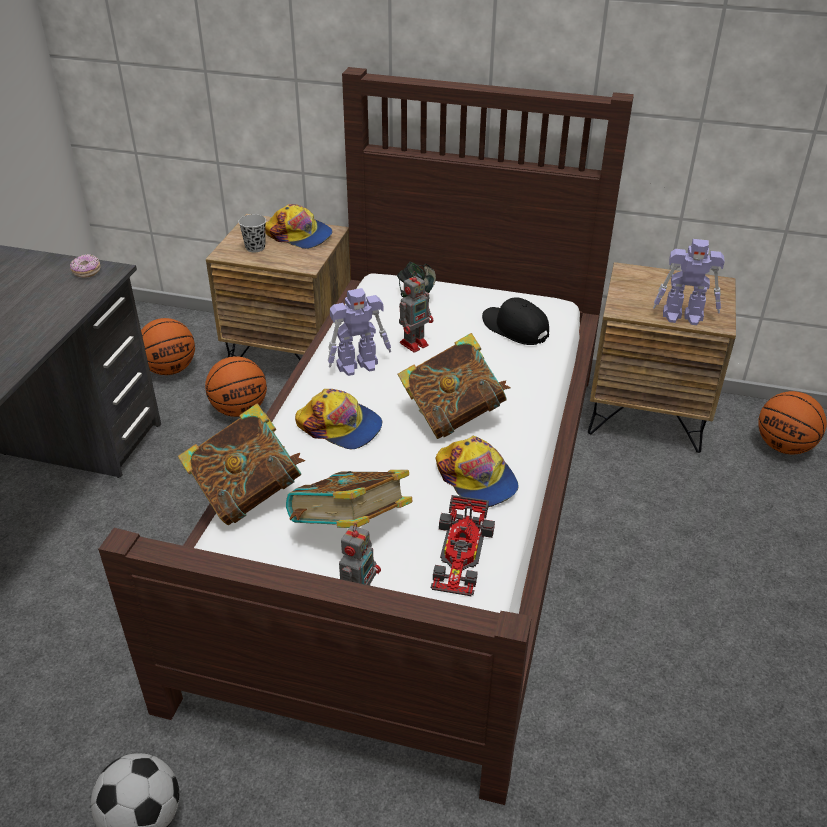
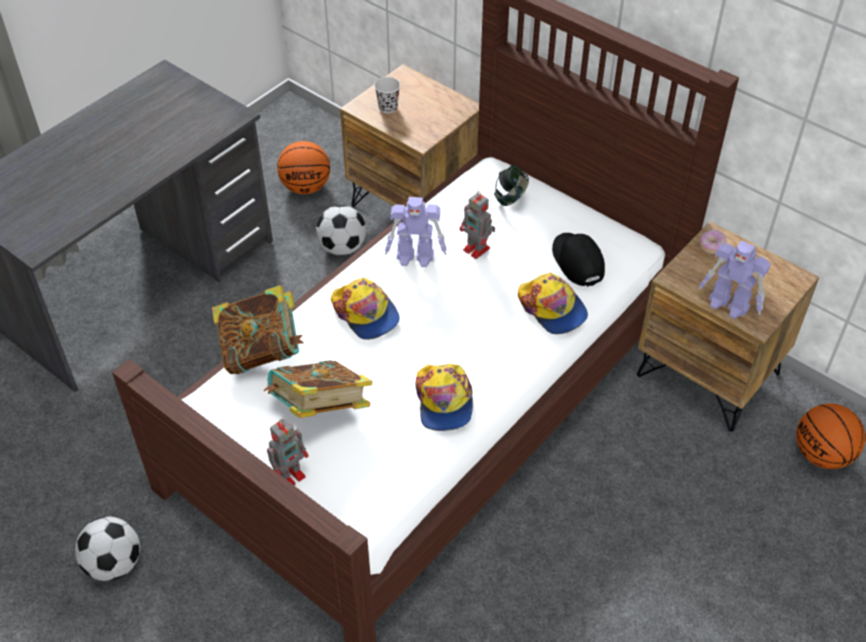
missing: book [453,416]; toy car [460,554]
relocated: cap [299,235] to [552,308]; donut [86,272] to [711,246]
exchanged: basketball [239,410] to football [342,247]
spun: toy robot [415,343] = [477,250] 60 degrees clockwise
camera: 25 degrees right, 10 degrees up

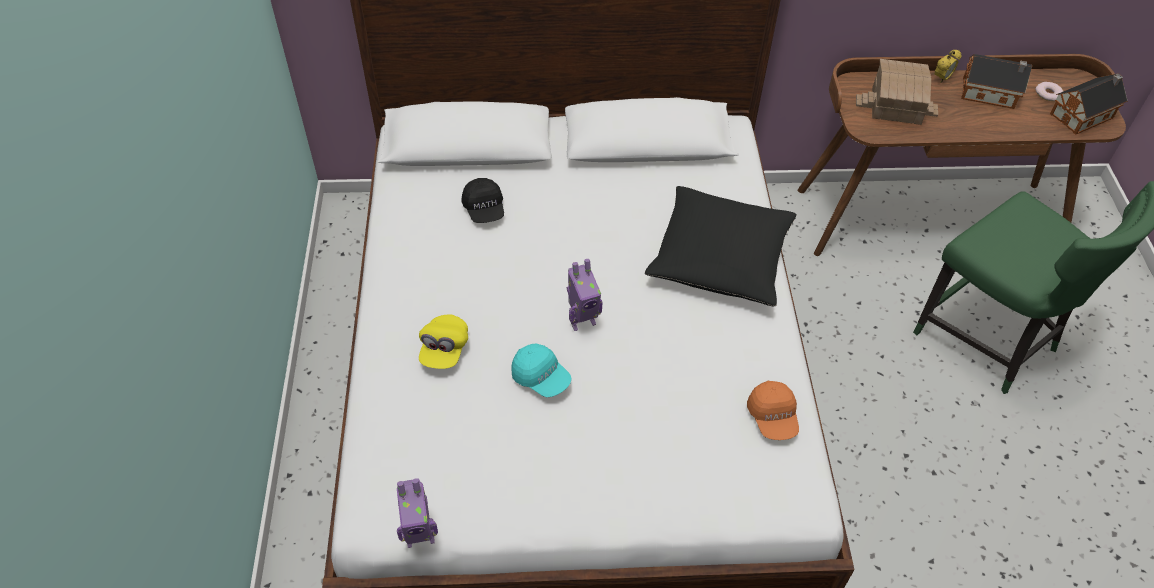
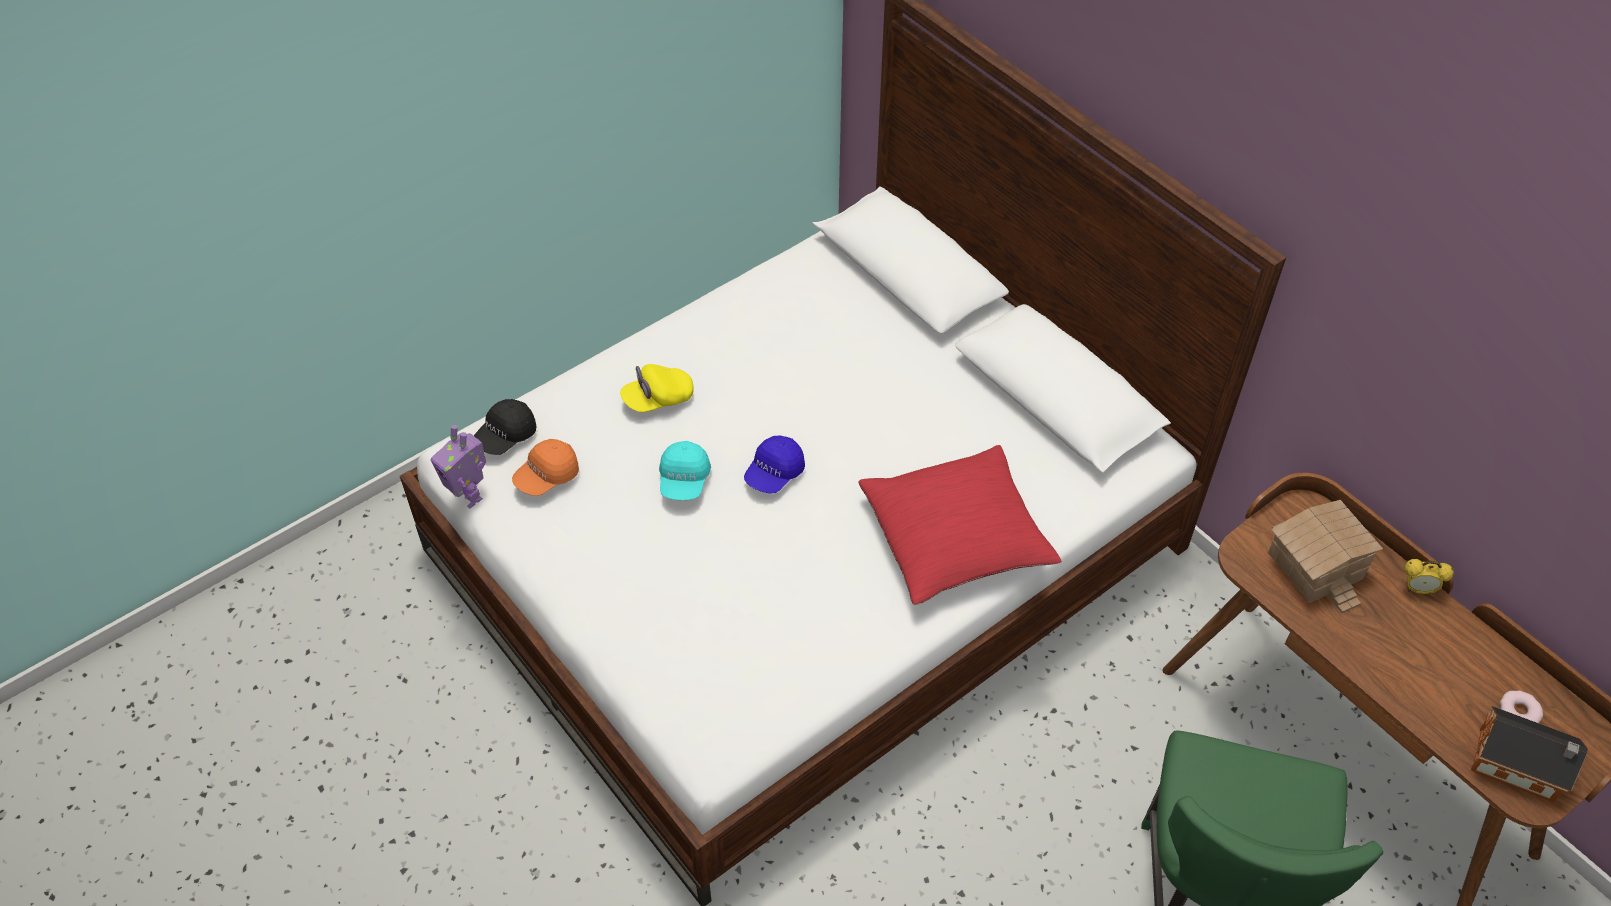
missing: toy house [990,94]
relocated: black cap [484,209] to [506,436]; orange cap [772,417] to [547,476]
exchanged: toy robot [582,321] to blue cap [774,473]
colour: black pillow [720,258] to red pillow [956,537]
camera: 55 degrees right, 0 degrees up

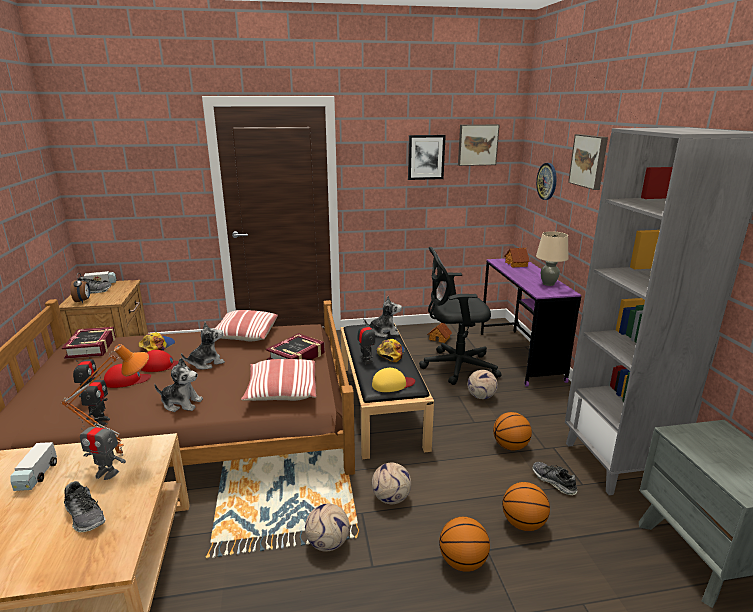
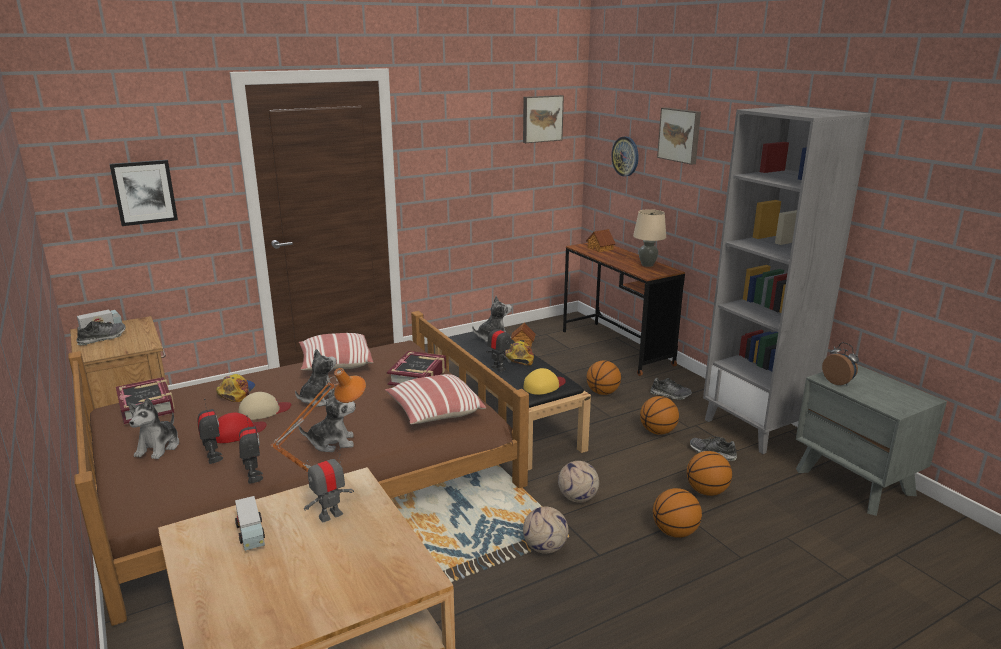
missing: black office chair [455,367]
appeared: plush toy [159,447]
relocated: picture [426,157] to [144,192]; shoe [85,516] to [670,395]; alarm clock [83,301] to [838,382]
exchanged: football [480,396] to basketball [602,392]
colour: red cap [160,365] to beige cap [264,411]; purple desk [520,356] to brown desk [616,348]
spun: toy robot [107,473] = [330,515] 150 degrees clockwise
camera: 20 degrees left, 0 degrees up

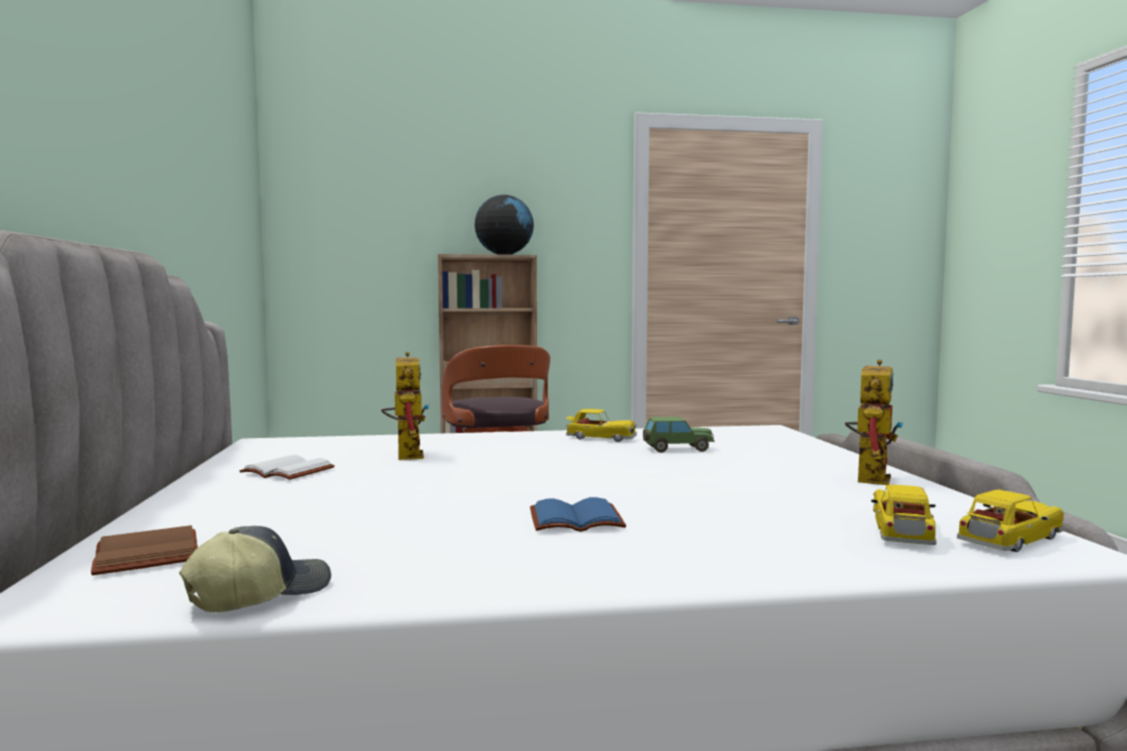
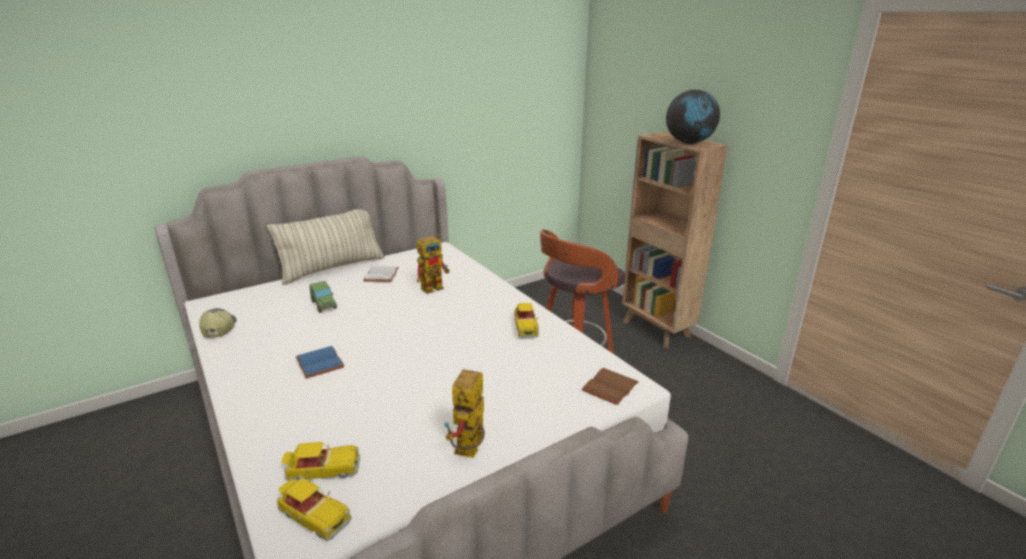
appeared: pillow [333,268]
relocated: toy car [677,449] to [324,304]; brown book [144,554] to [609,386]
spun: cap [259,594] = [219,328] 120 degrees counterclockwise; toy robot [869,476] = [470,452] 105 degrees clockwise
camera: 65 degrees right, 20 degrees up

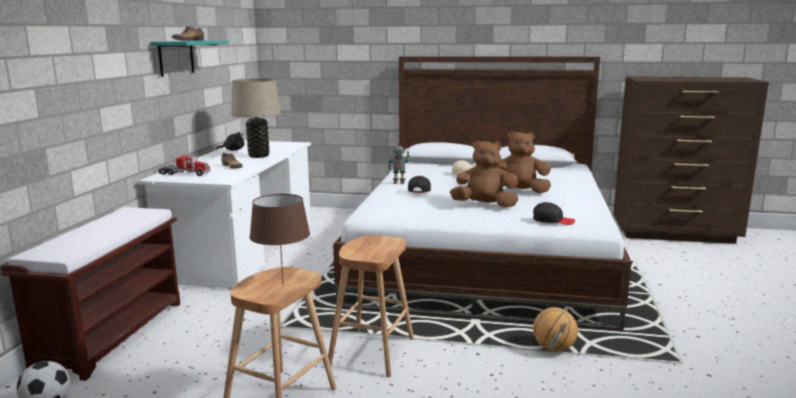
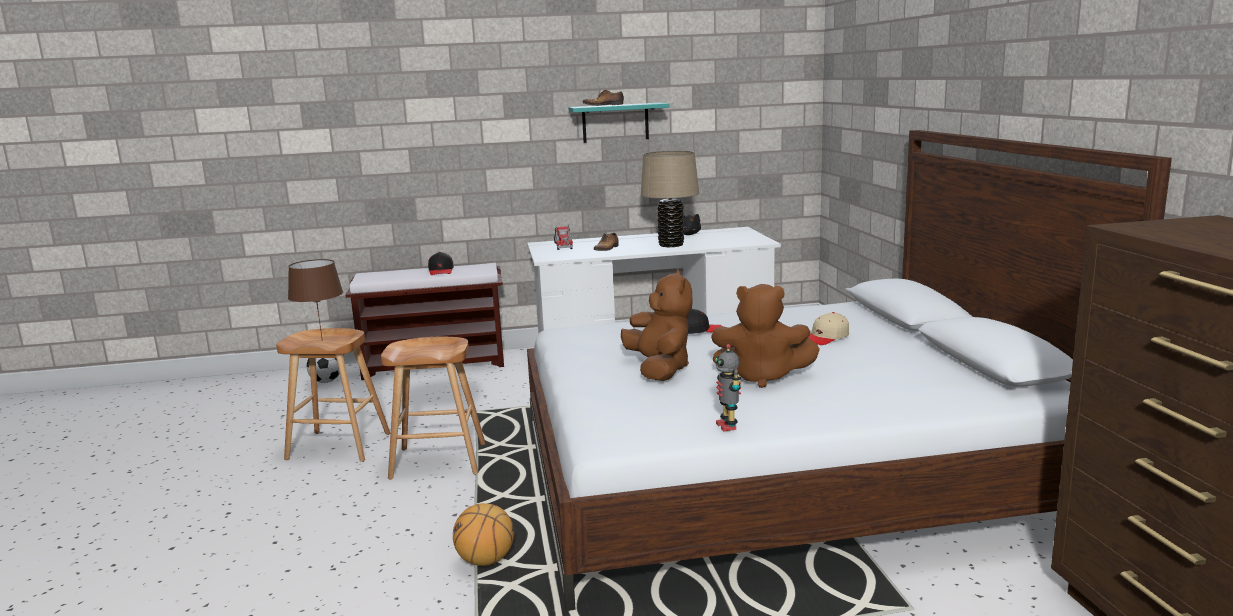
relocated: black cap [552,221] to [441,271]; toy robot [399,182] to [728,426]
spun: brown plush toy [519,192] = [762,377] 120 degrees clockwise
camera: 70 degrees right, 0 degrees up

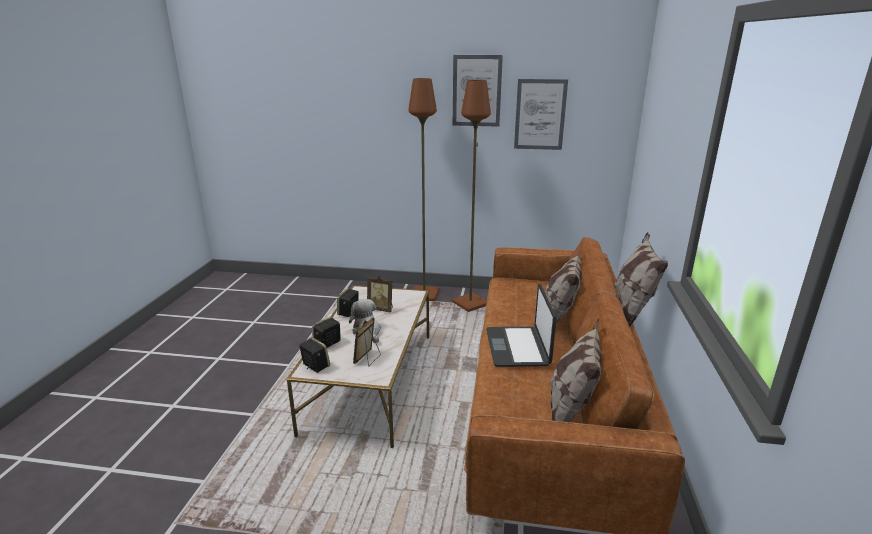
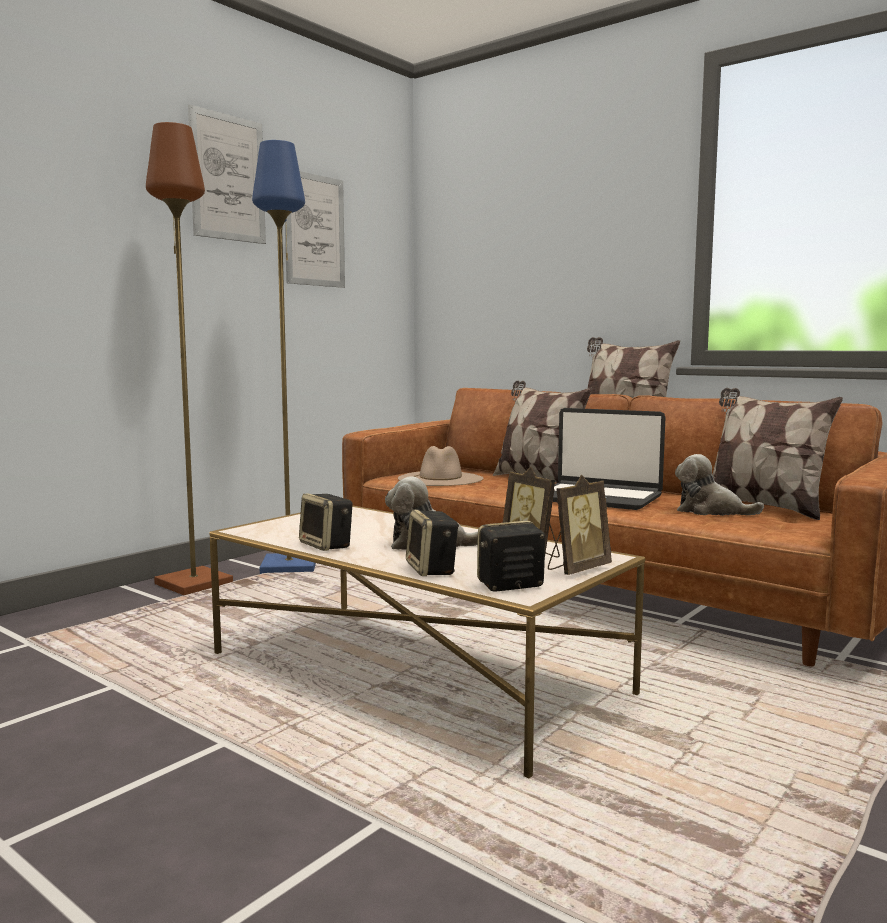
appeared: beige hat [440,478]; plush toy [710,511]
relocated: picture frame [381,309] to [577,569]
colour: brown floor lamp [471,303] to blue floor lamp [290,566]
camera: 60 degrees left, 15 degrees down

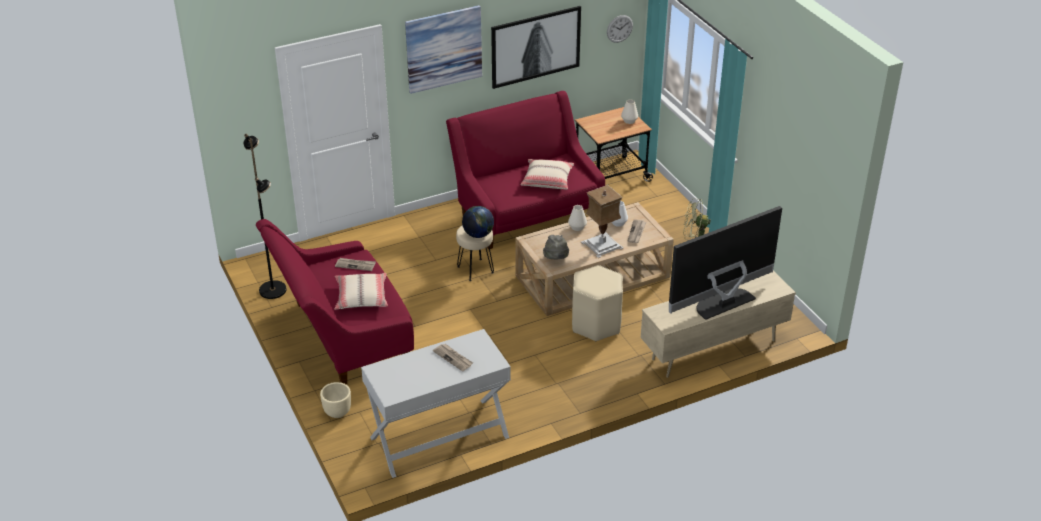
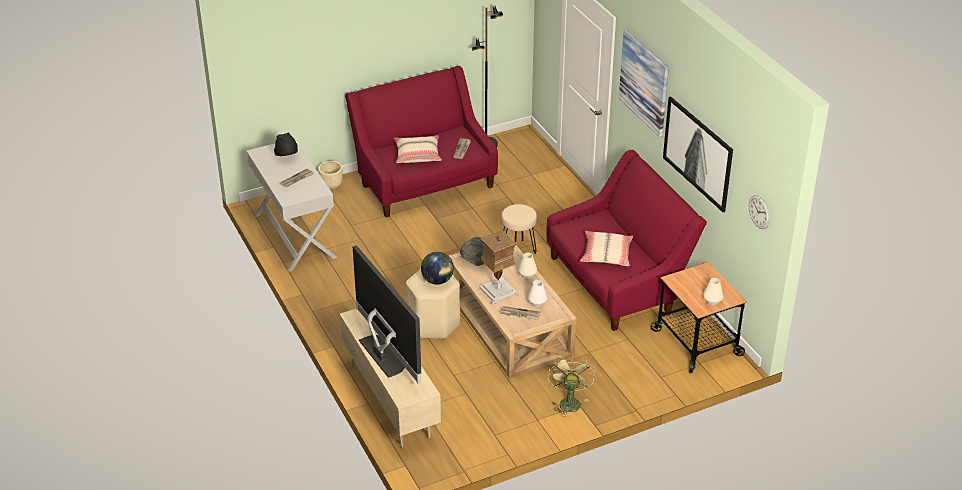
appeared: black hat [287,156]
relocated: globe [478,235] to [437,281]
camera: 90 degrees right, 0 degrees up

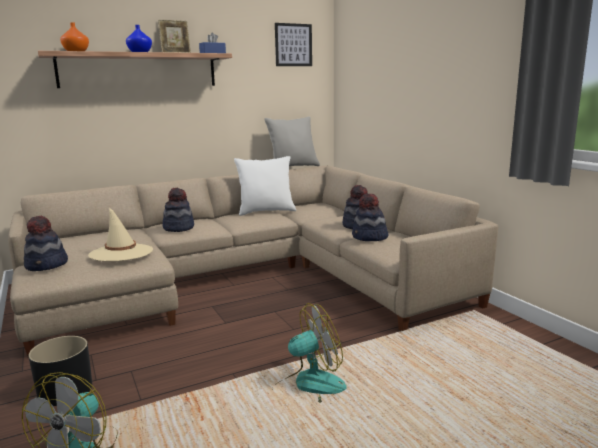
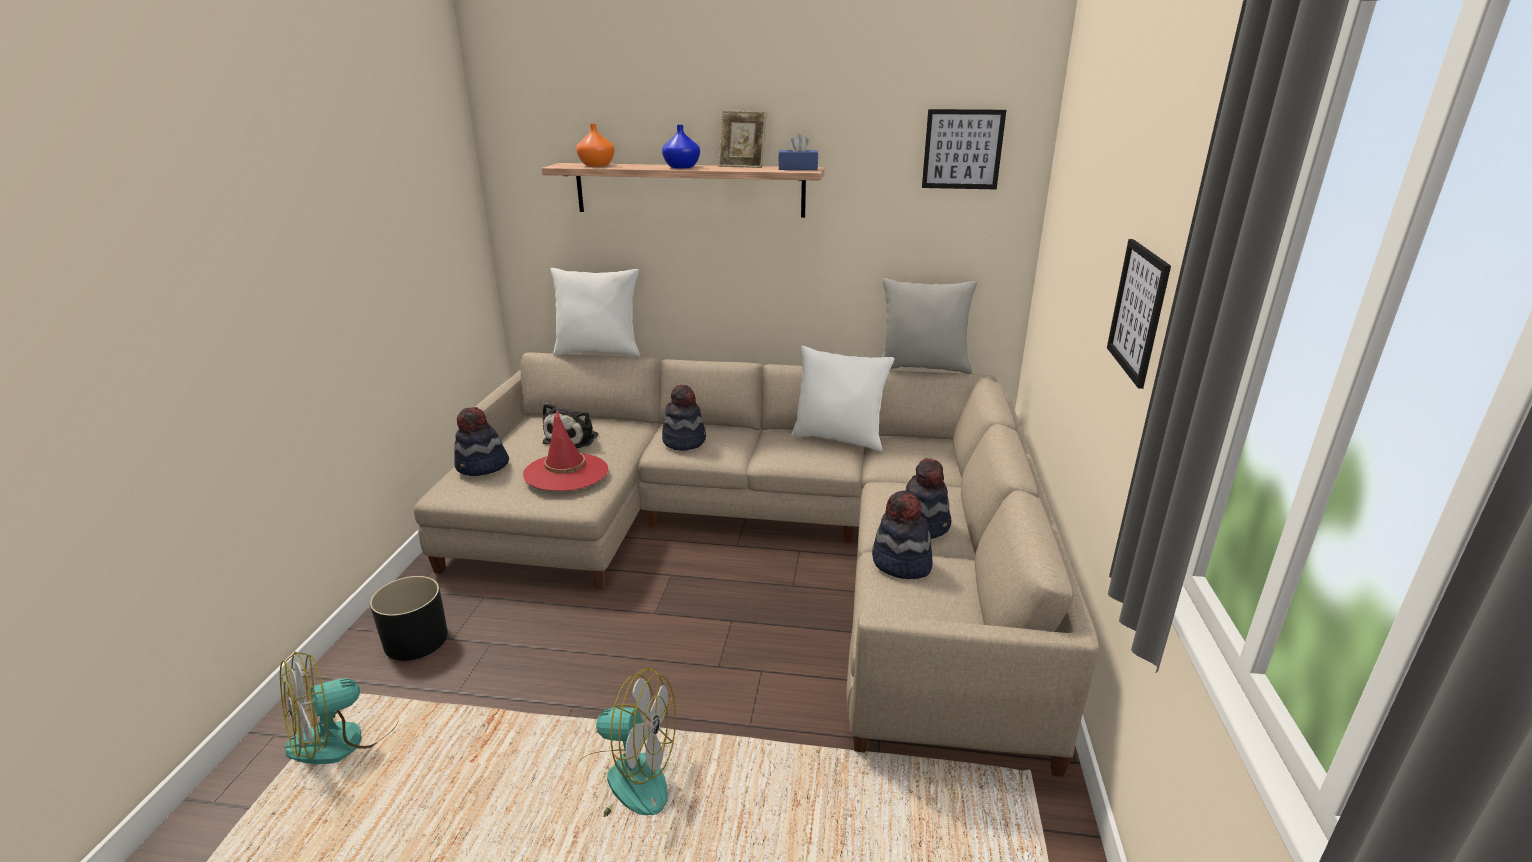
appeared: plush toy [573,438]; white pillow [599,352]; picture [1138,311]
colour: beige hat [121,253] to red hat [566,472]
camera: 35 degrees right, 10 degrees up

